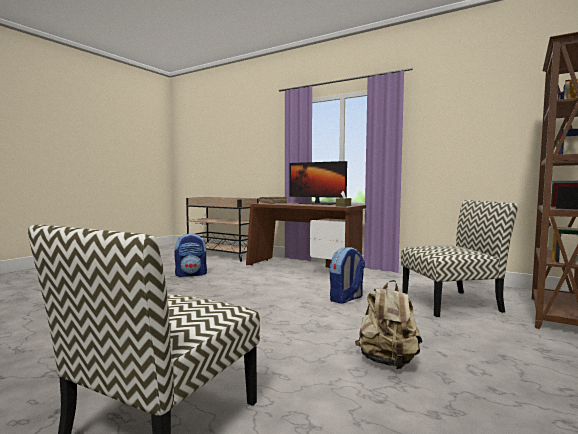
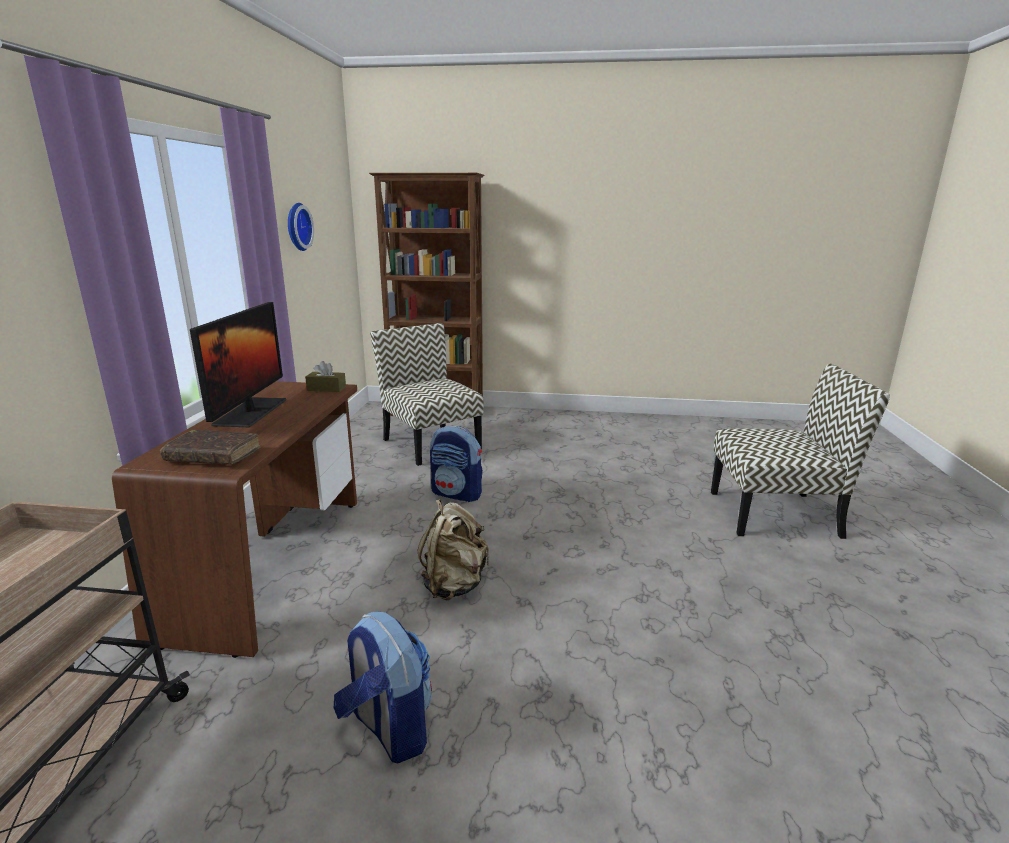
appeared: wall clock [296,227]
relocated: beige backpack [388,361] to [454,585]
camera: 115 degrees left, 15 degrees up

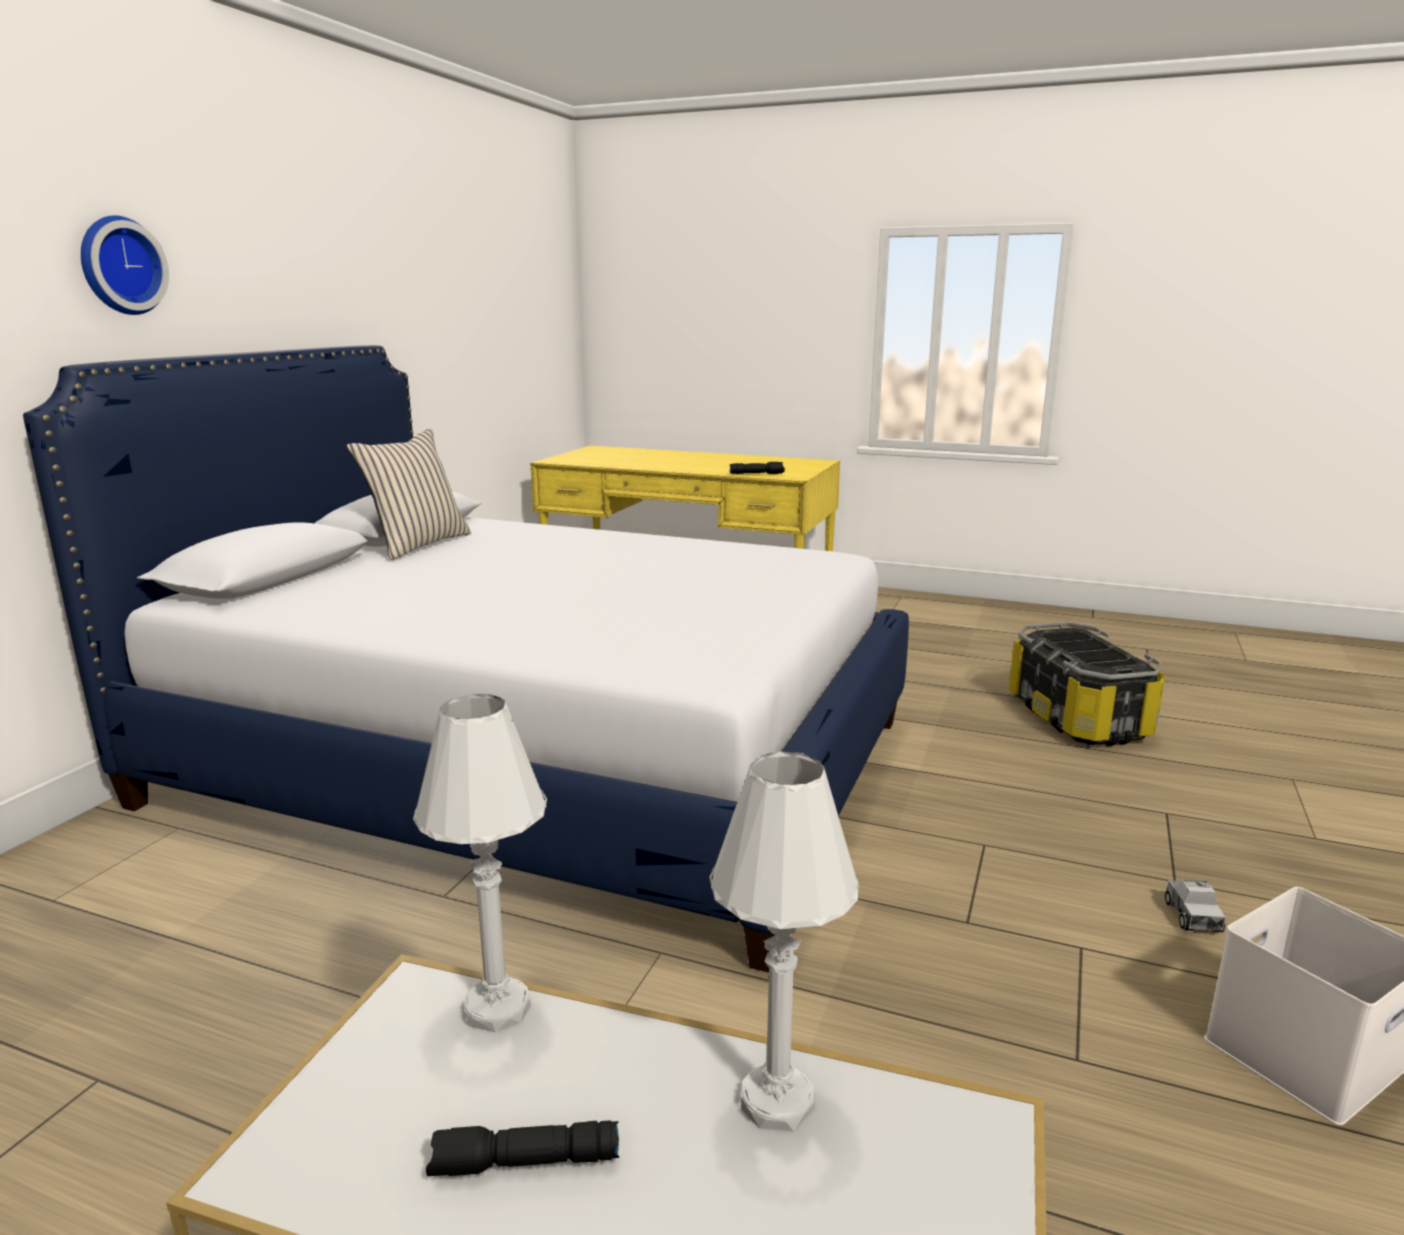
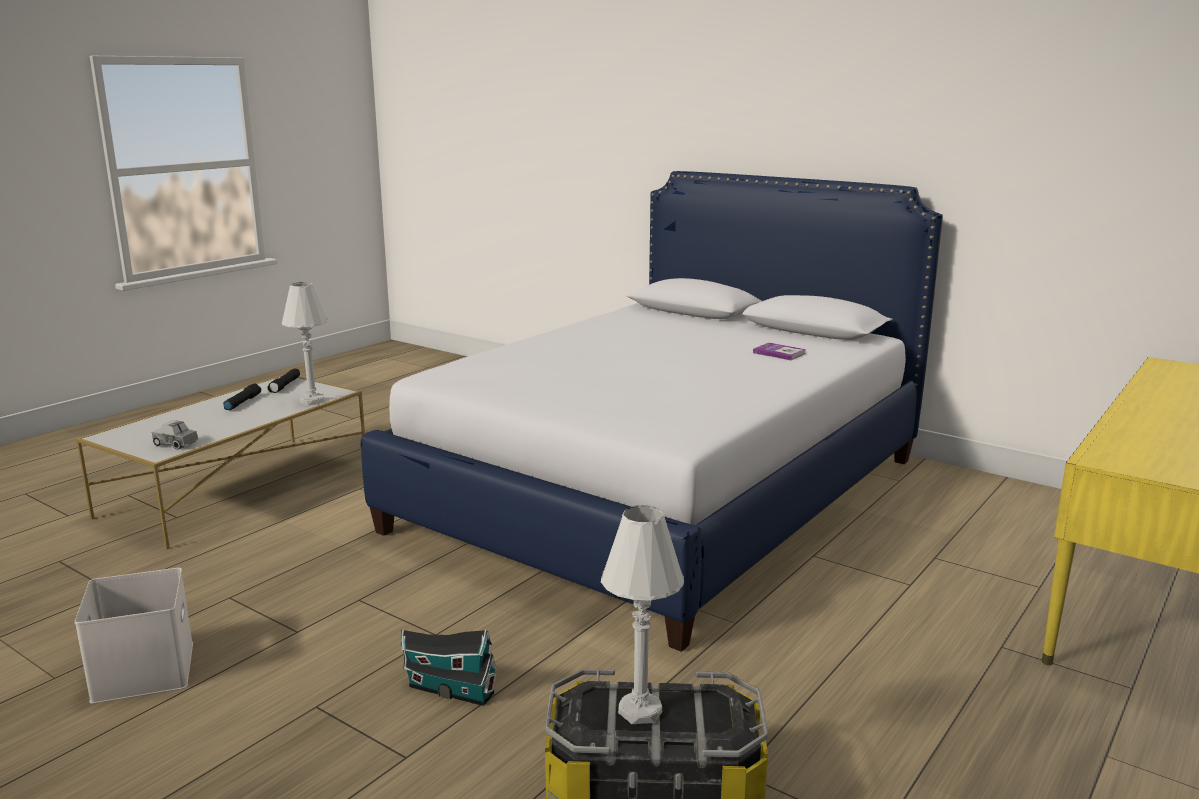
missing: wall clock [119,266]; beige pillow [417,545]
appeared: toy house [448,689]; book [779,353]
relocated: toy truck [1192,916] to [176,444]; black flashlight [757,474] to [285,386]; white table lamp [777,1102] to [640,711]
camera: 105 degrees right, 0 degrees up

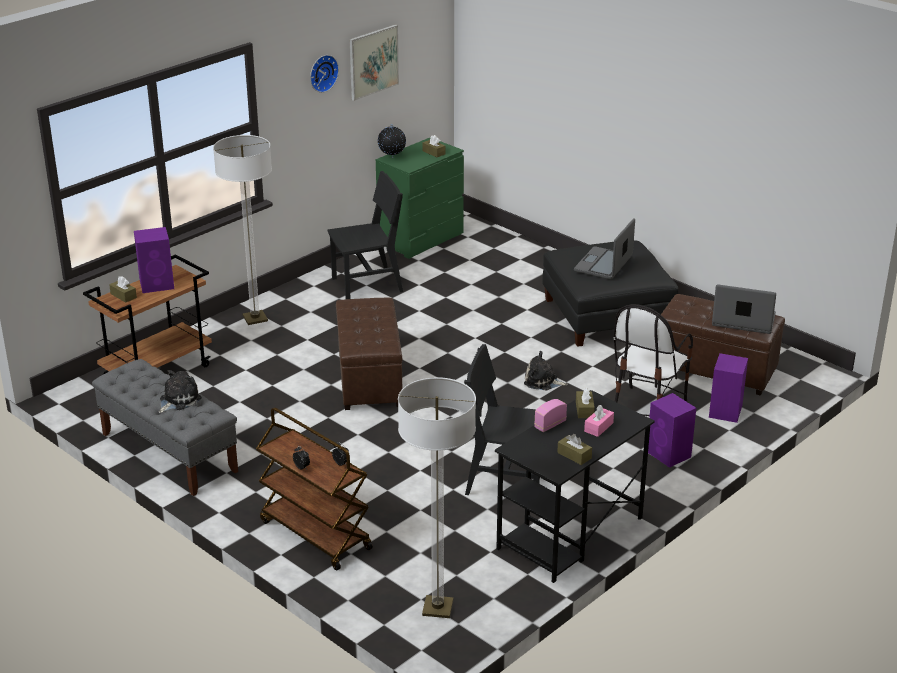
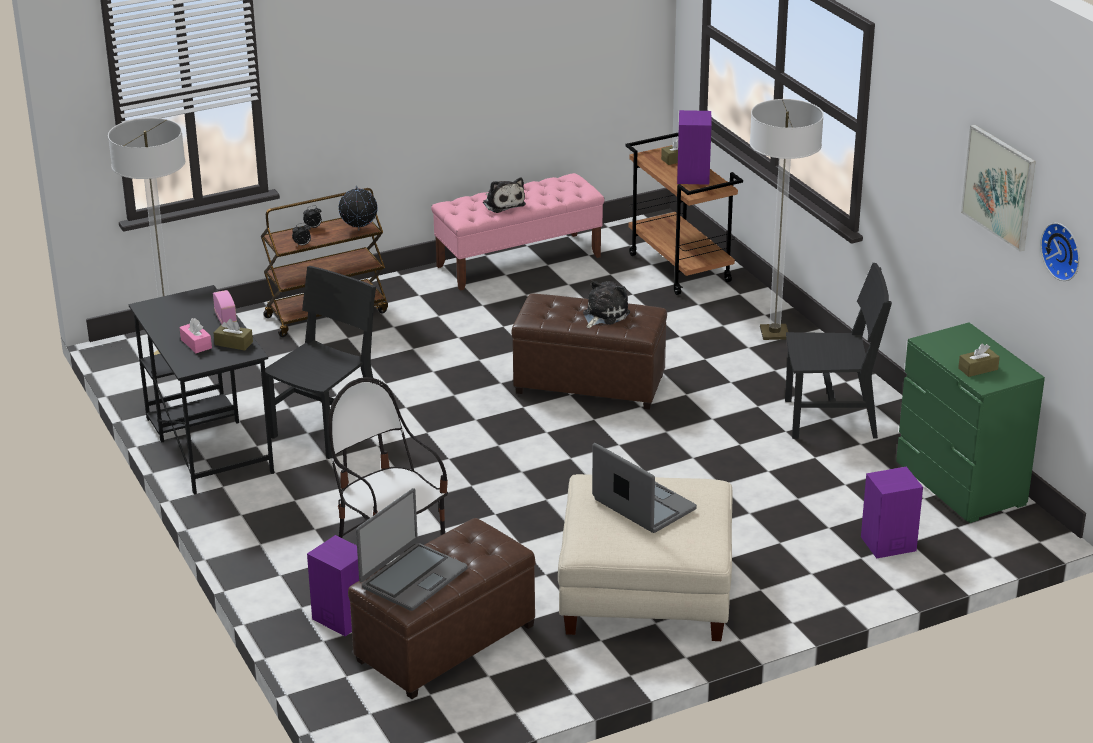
missing: brown tissue box [574,455]
relocated: globe [392,157] to [359,230]; plush toy [543,382] to [603,314]; purple speaker [669,455] to [887,544]; wall clock [322,72] to [1064,250]
colour: grey bench [168,452] to pink bench [519,261]; black ottoman [607,316] to beige ottoman [645,591]
spun: black chair [367,285] = [830,419] 90 degrees counterclockwise
camera: 110 degrees right, 0 degrees up

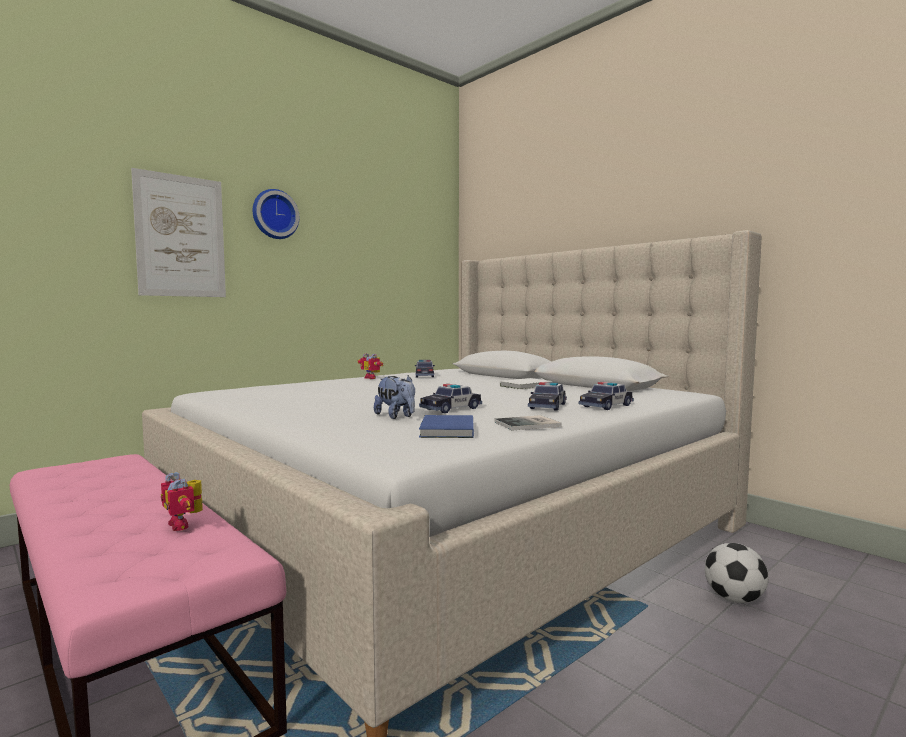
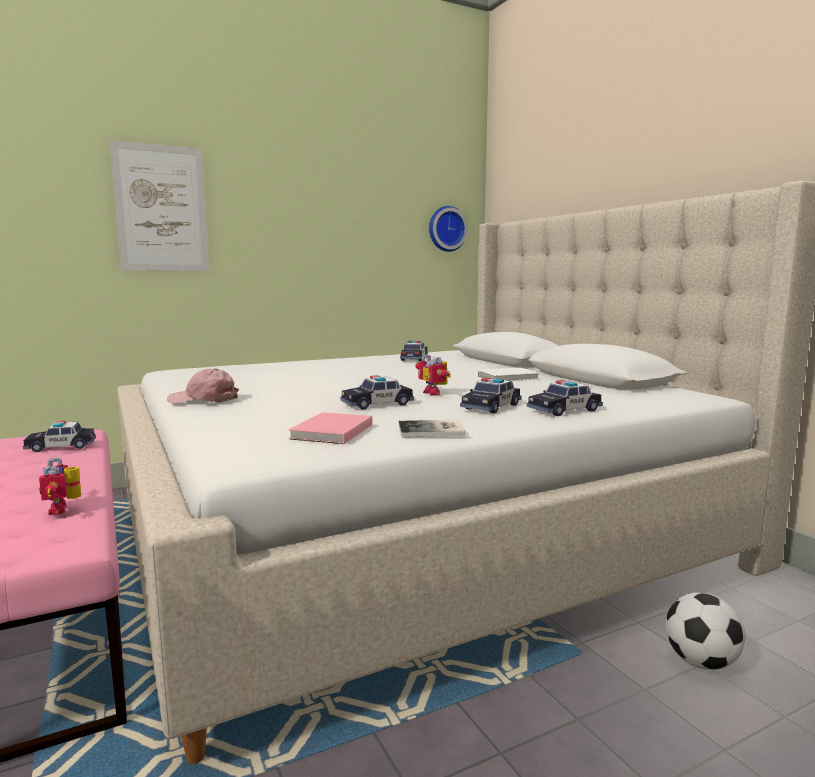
missing: plush toy [396,416]
appeared: toy car [61,446]; pink cap [204,399]
relocated: toy robot [372,378] to [435,393]; wall clock [274,214] to [446,229]
colour: blue book [446,430] to pink book [330,432]
camera: 15 degrees right, 5 degrees up

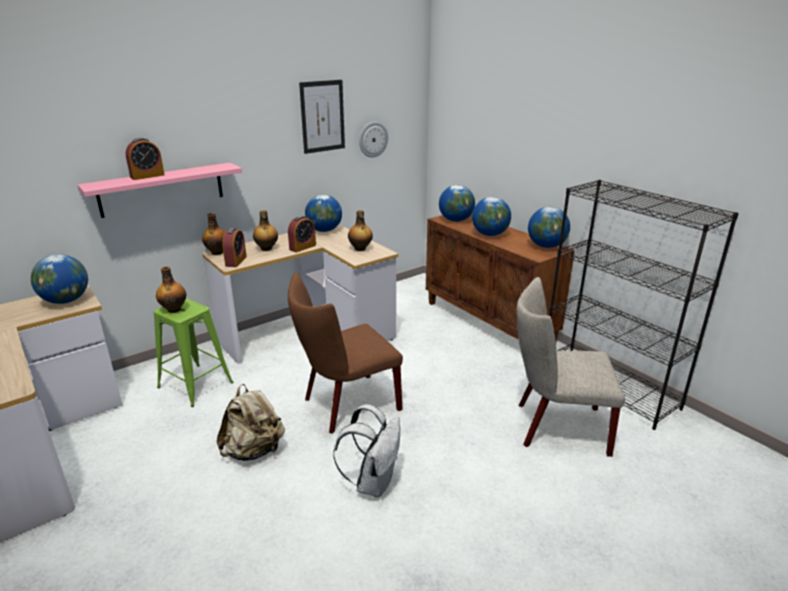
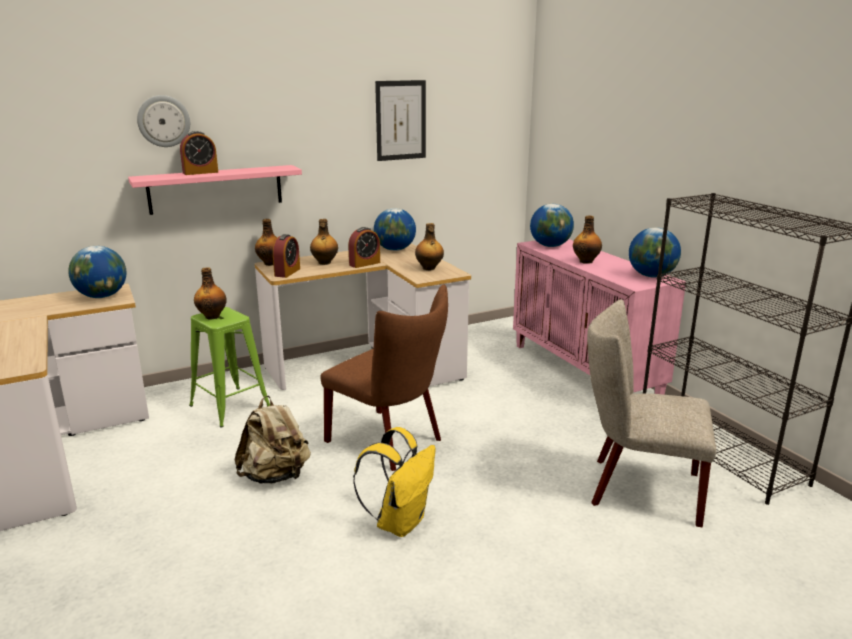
relocated: wall clock [373,139] to [163,121]
exchanged: globe [490,234] to bottle [586,261]
colour: white backpack [373,482] to yellow backpack [400,522]; brown cabinet [489,322] to pink cabinet [585,371]
spun: brown chair [346,405] = [390,442] 120 degrees counterclockwise
camera: 10 degrees right, 5 degrees down

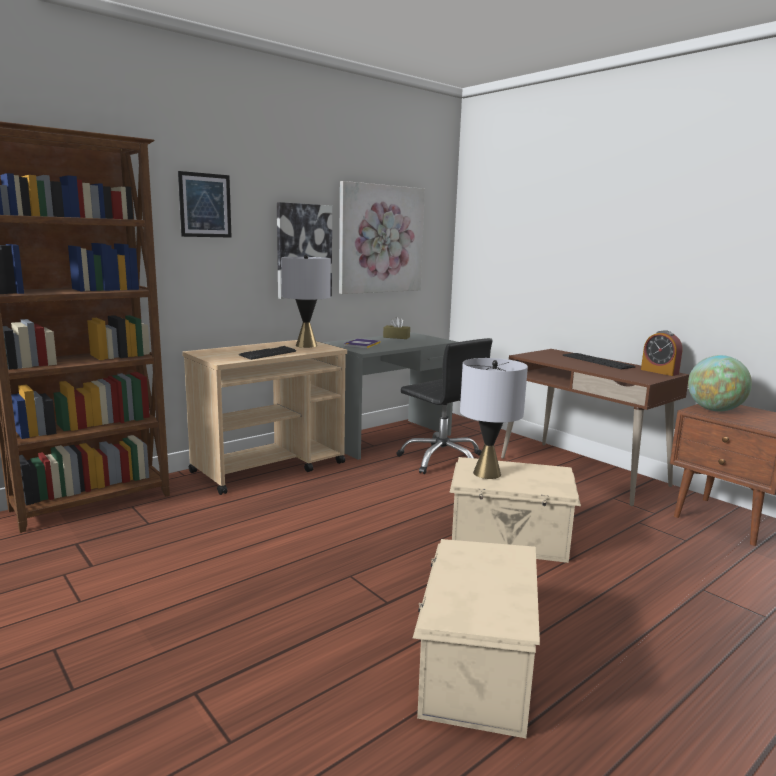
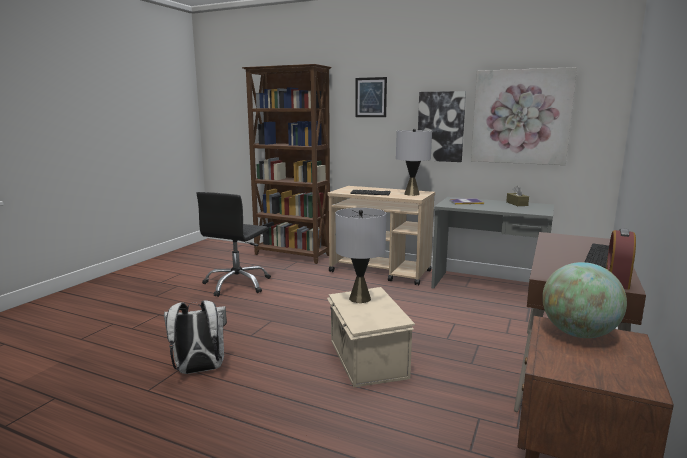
relocated: black office chair [442,460] to [237,284]
exchanged: beige storage box [474,669] to white backpack [199,370]
camera: 65 degrees right, 0 degrees up

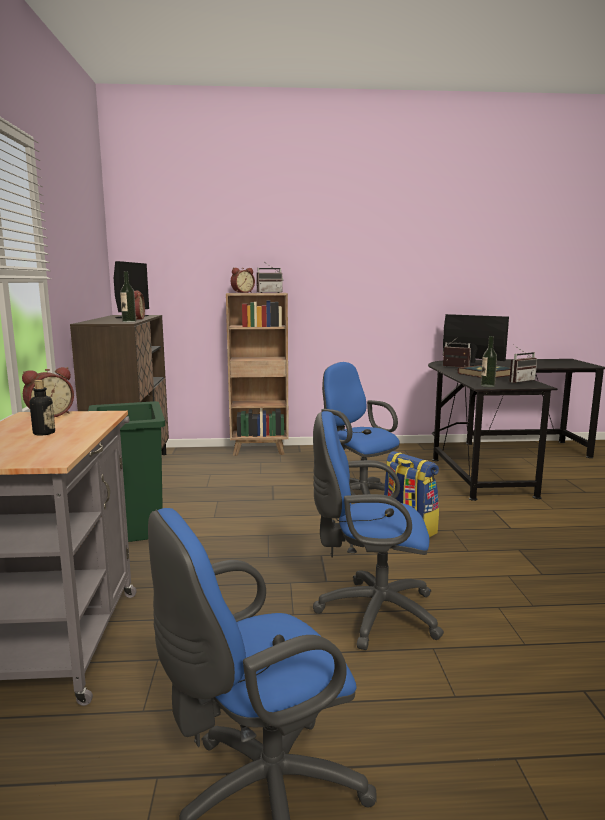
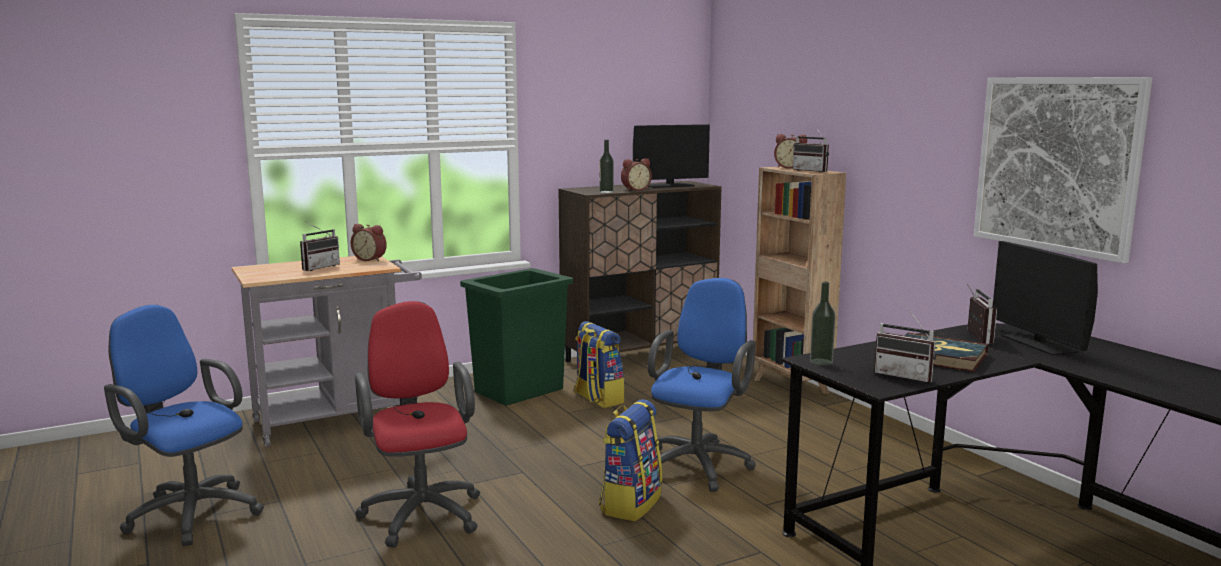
appeared: backpack [597,399]; picture [1056,164]
exchanged: bottle [44,433] to radio [318,267]
colour: blue office chair [371,613] to red office chair [421,512]
spun: monitor [471,364] = [1039,343] 150 degrees clockwise
camera: 65 degrees right, 0 degrees up

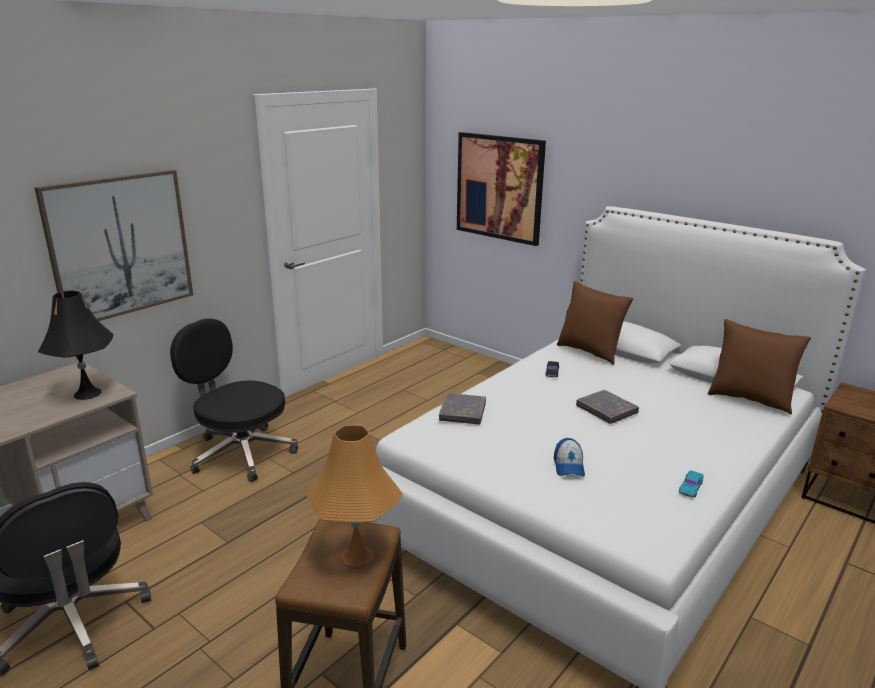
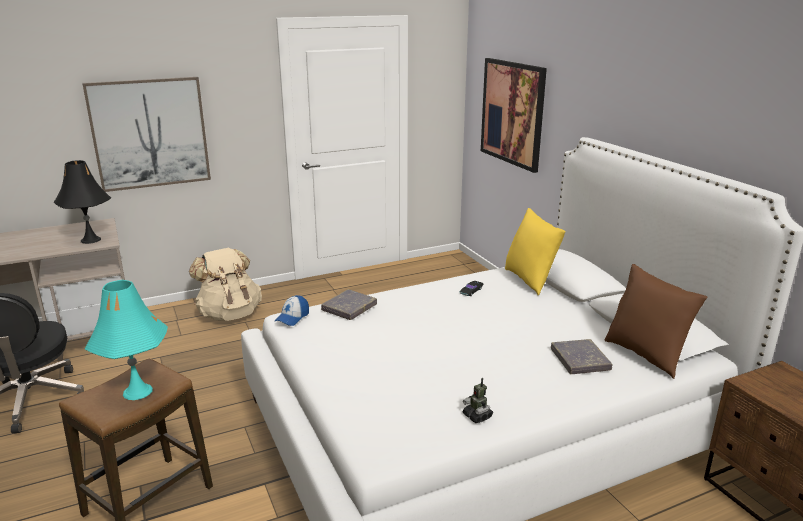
relocated: cap [568,466] to [292,317]; grey book [606,410] to [580,360]
exchanged: black office chair [241,453] to beige backpack [230,314]; turquoise toy car [690,487] to toy robot [477,416]
colour: orange table lamp [357,557] to turquoise table lamp [138,392]; brown pillow [590,352] to yellow pillow [530,280]
camera: 25 degrees right, 0 degrees up

